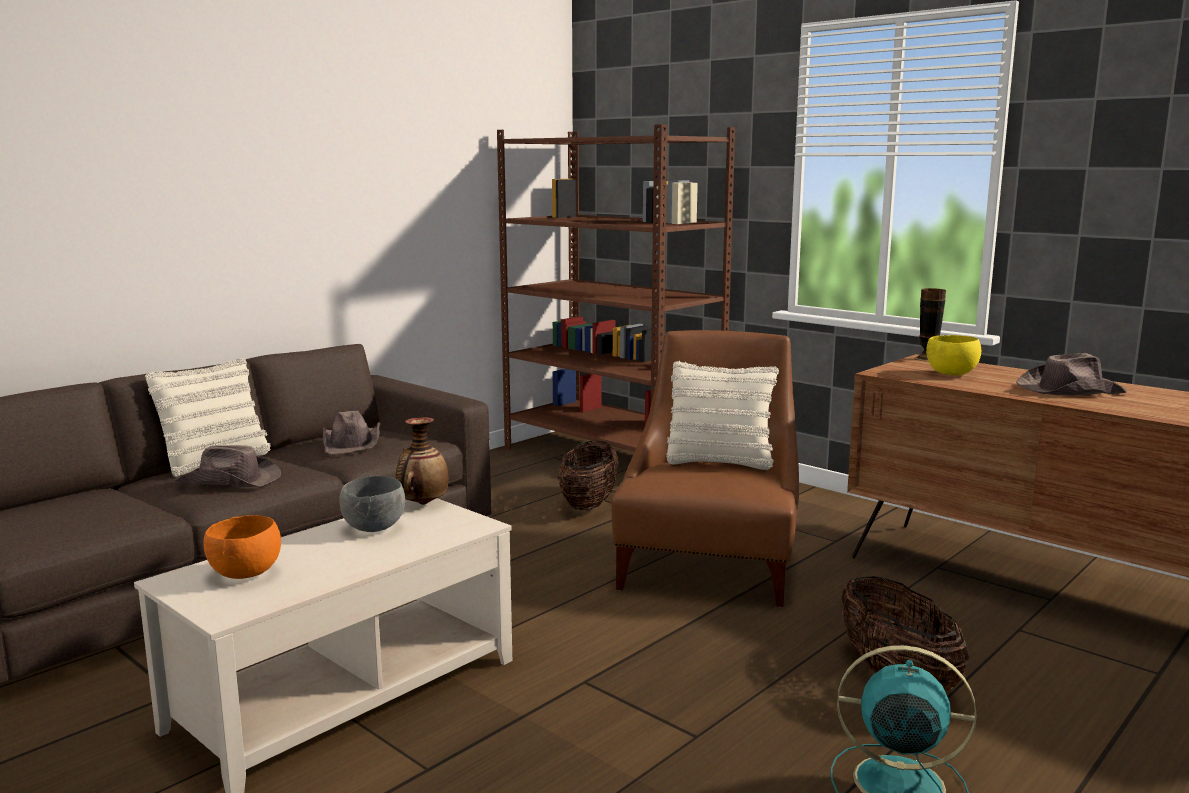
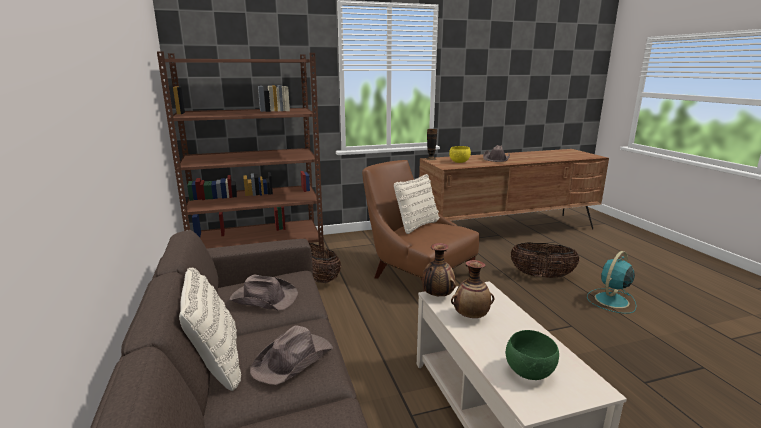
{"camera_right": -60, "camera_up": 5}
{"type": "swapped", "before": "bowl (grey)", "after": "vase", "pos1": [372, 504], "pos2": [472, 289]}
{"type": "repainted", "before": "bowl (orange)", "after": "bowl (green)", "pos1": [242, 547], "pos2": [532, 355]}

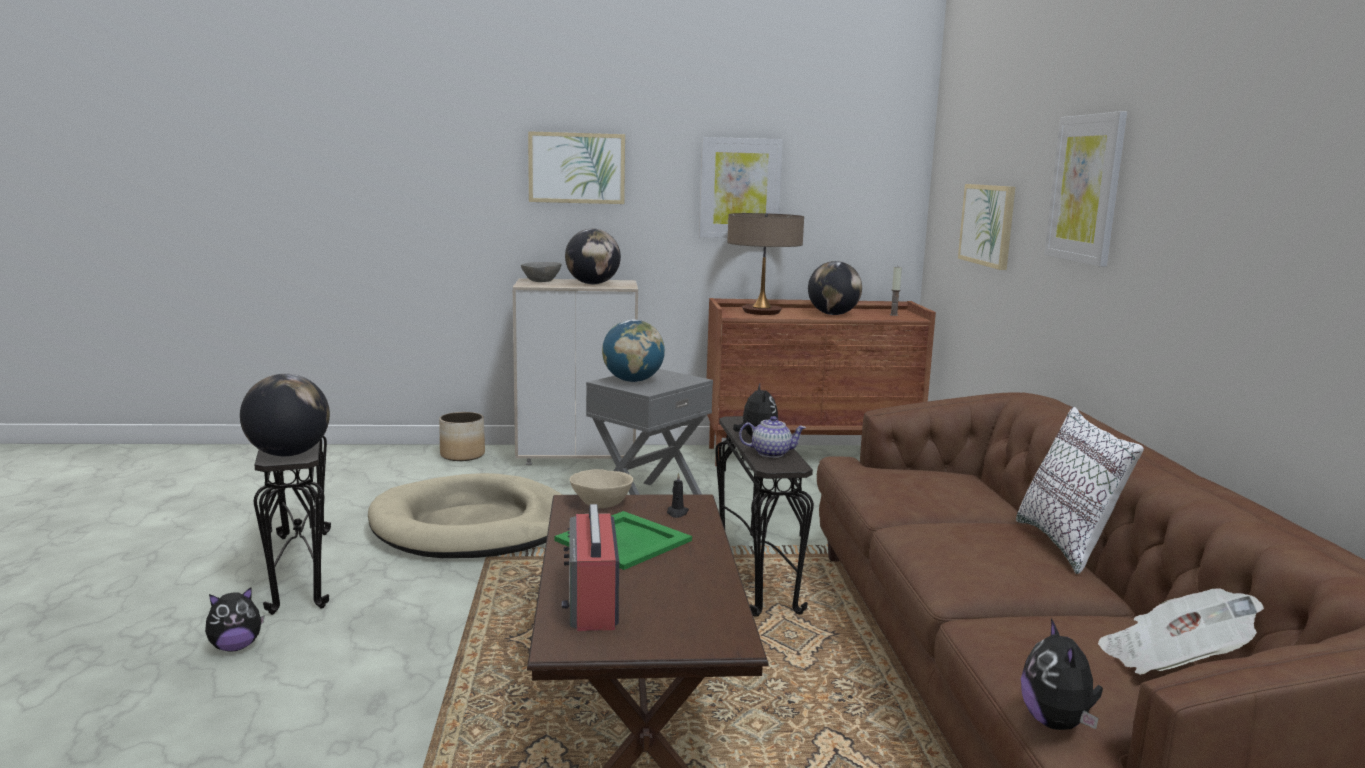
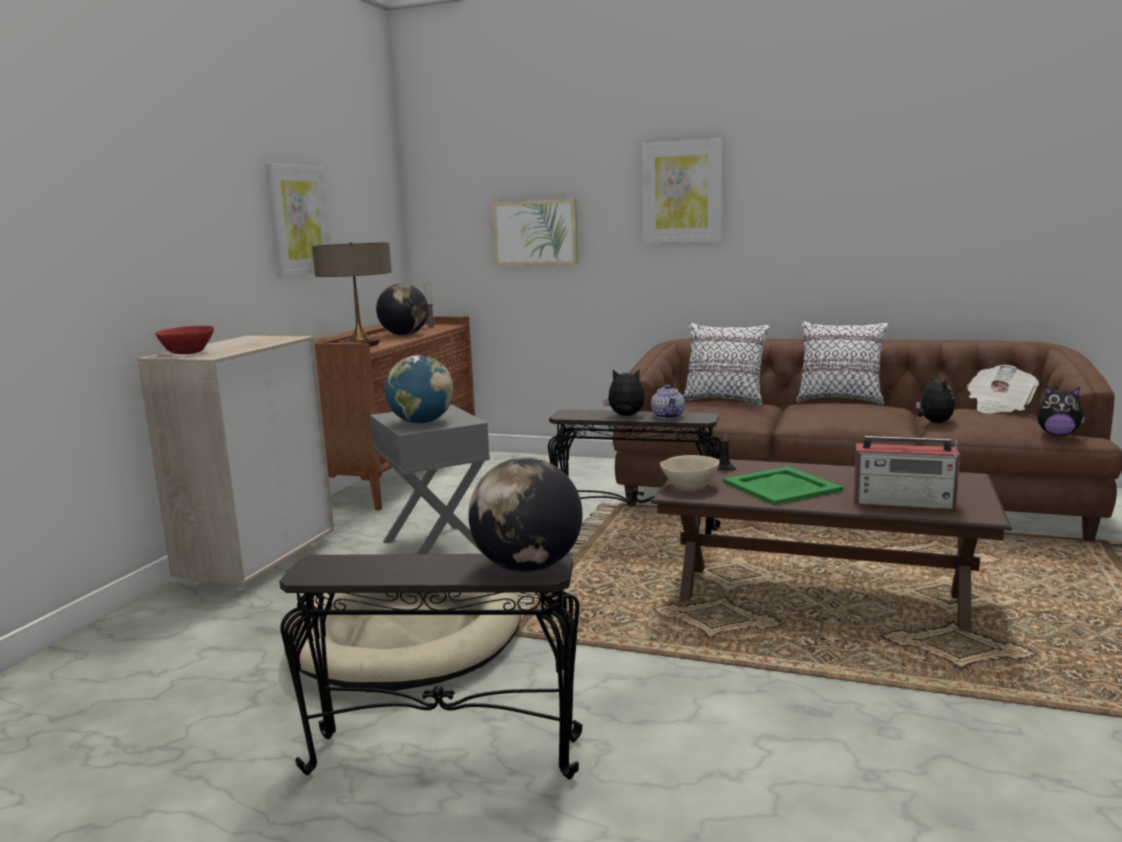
{"camera_right": -65, "camera_up": 0}
{"type": "repainted", "before": "bowl (grey)", "after": "bowl (red)", "pos1": [541, 272], "pos2": [184, 340]}
{"type": "rotated", "before": "teapot", "pos1": [772, 437], "pos2": [668, 402], "turn": 150}
{"type": "new", "after": "pillow (white)", "pos2": [726, 364]}
{"type": "shifted", "before": "plush toy", "pos1": [235, 619], "pos2": [935, 398]}
{"type": "gone", "before": "planter", "pos1": [462, 436]}
{"type": "gone", "before": "picture", "pos1": [576, 167]}
{"type": "gone", "before": "globe", "pos1": [593, 256]}

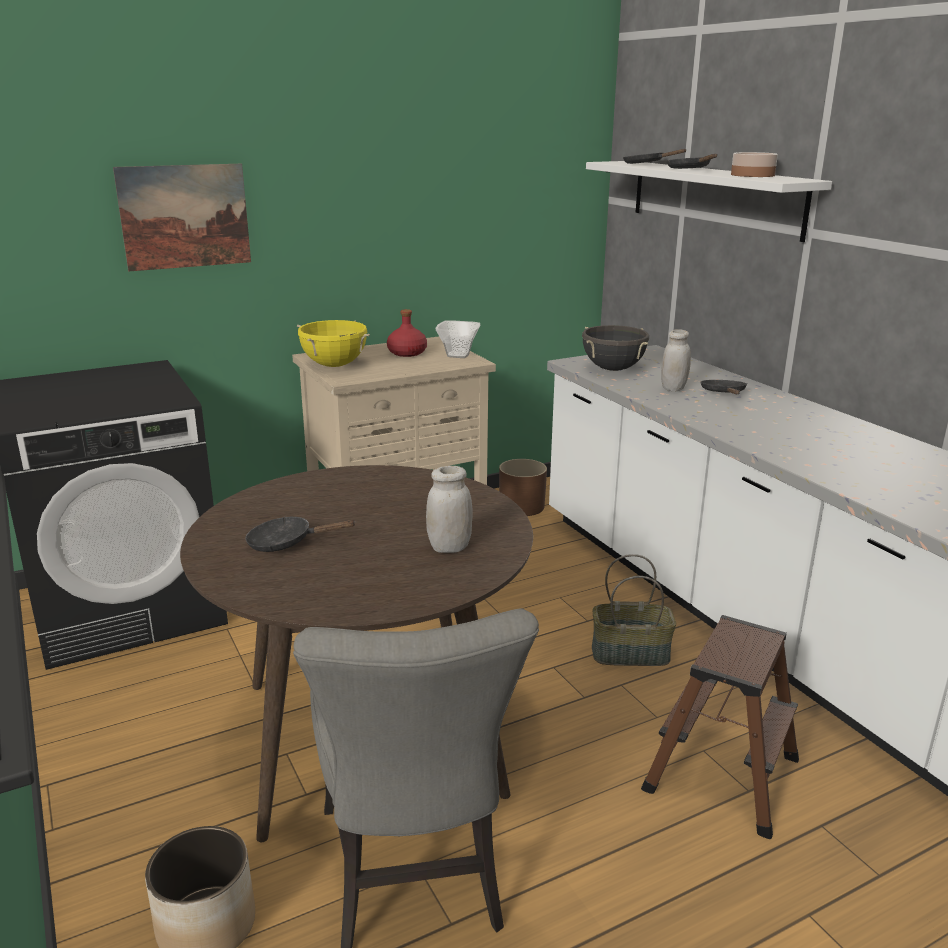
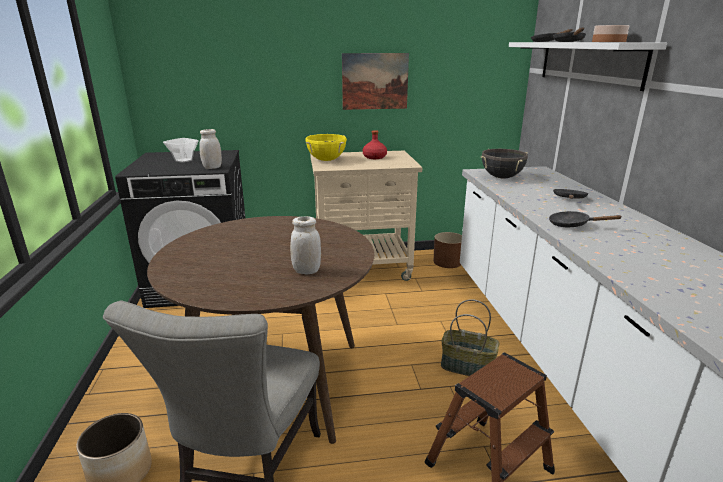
{"camera_right": 20, "camera_up": 0}
{"type": "shifted", "before": "bowl", "pos1": [458, 339], "pos2": [181, 150]}
{"type": "shifted", "before": "jar (white)", "pos1": [676, 360], "pos2": [210, 149]}
{"type": "shifted", "before": "picture", "pos1": [182, 217], "pos2": [375, 81]}
{"type": "shifted", "before": "frying pan (black)", "pos1": [300, 534], "pos2": [585, 219]}

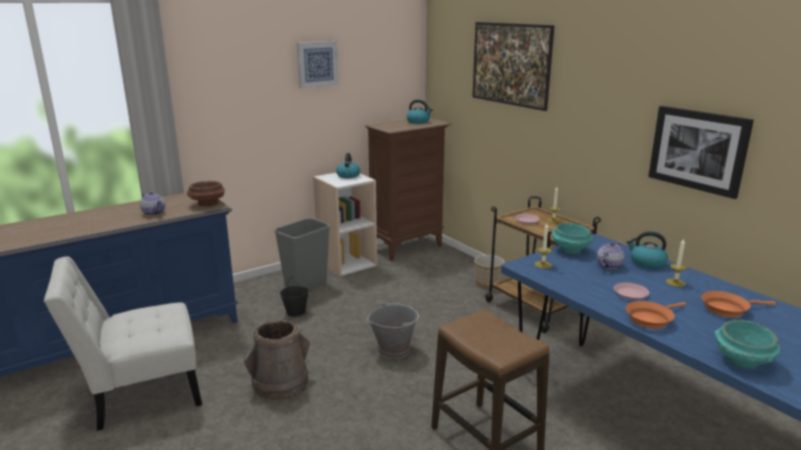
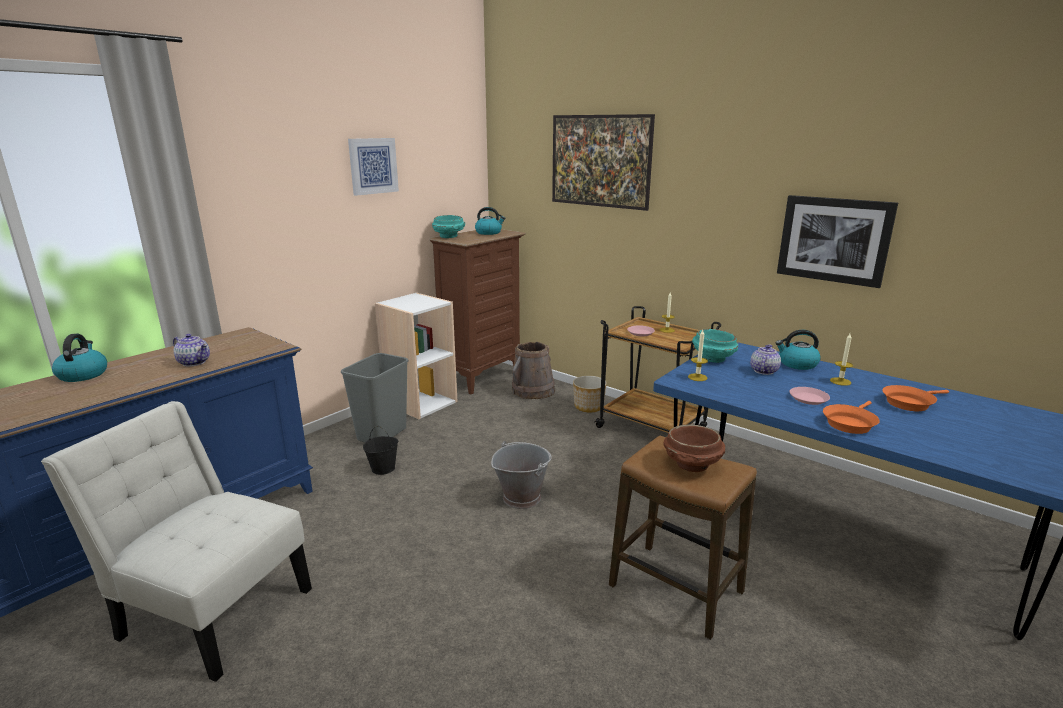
{"camera_right": -15, "camera_up": 0}
{"type": "rotated", "before": "chair (white)", "pos1": [123, 343], "pos2": [176, 541], "turn": 60}
{"type": "shifted", "before": "kettle", "pos1": [348, 165], "pos2": [79, 358]}
{"type": "shifted", "before": "bowl (turquoise)", "pos1": [747, 344], "pos2": [448, 226]}
{"type": "shifted", "before": "bucket (brown)", "pos1": [277, 360], "pos2": [533, 370]}
{"type": "shifted", "before": "bowl (brown)", "pos1": [206, 193], "pos2": [694, 448]}

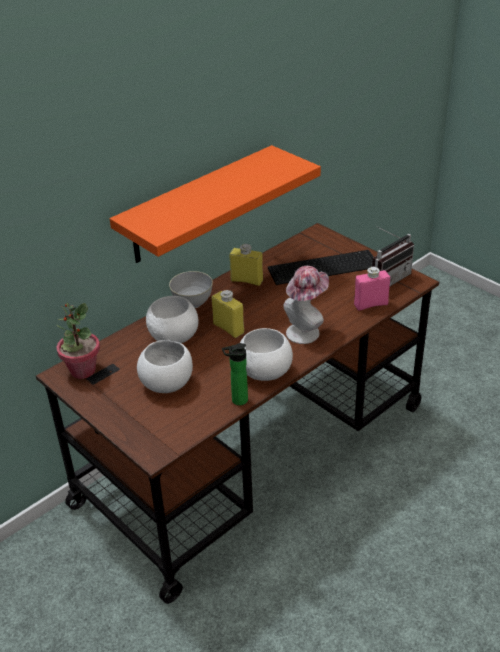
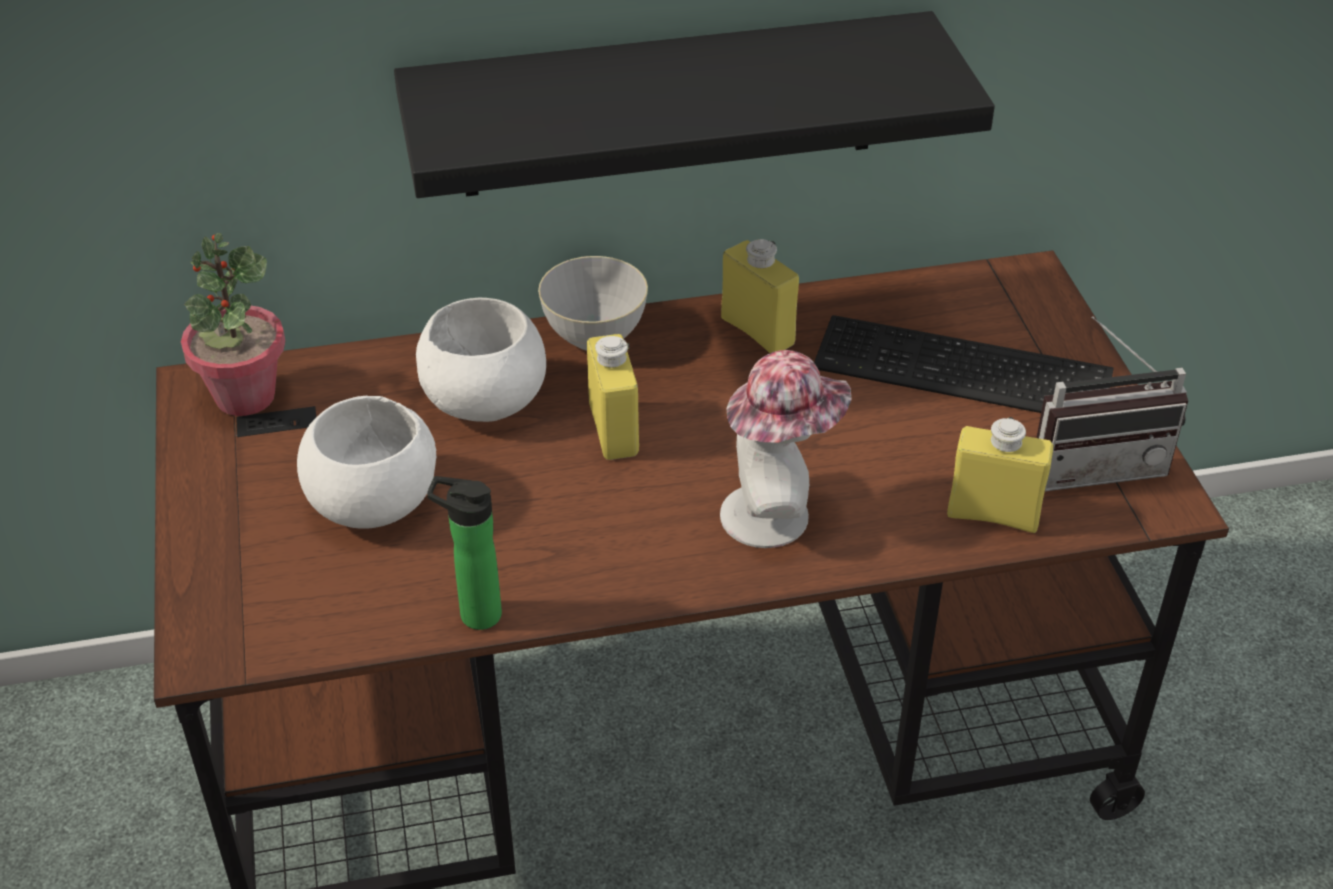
{"camera_right": 30, "camera_up": 5}
{"type": "repainted", "before": "shelf (orange)", "after": "shelf (black)", "pos1": [215, 204], "pos2": [694, 104]}
{"type": "repainted", "before": "bottle (pink)", "after": "bottle (yellow)", "pos1": [372, 289], "pos2": [1000, 475]}
{"type": "gone", "before": "bowl (white)", "pos1": [266, 354]}

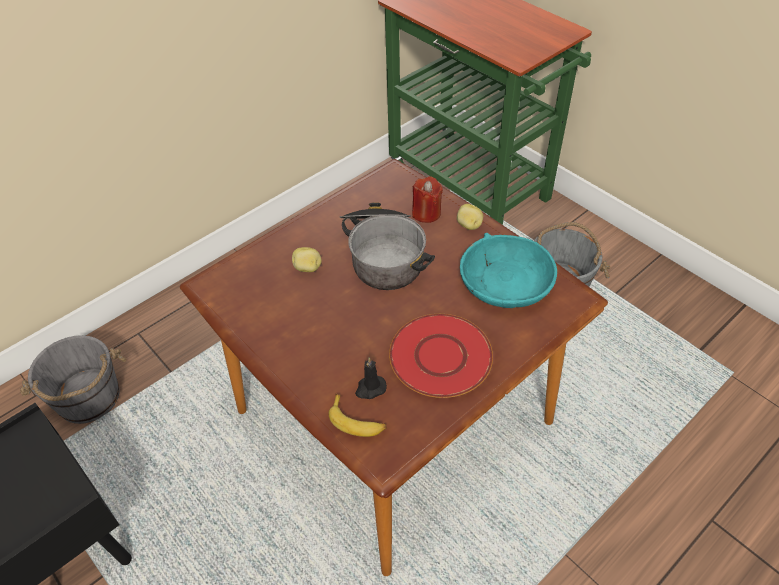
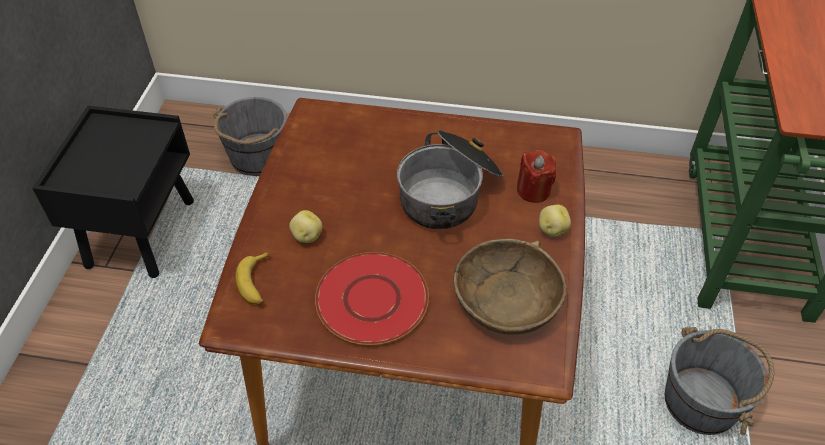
{"camera_right": 50, "camera_up": 0}
{"type": "shifted", "before": "potato", "pos1": [307, 259], "pos2": [305, 226]}
{"type": "repainted", "before": "bowl (turquoise)", "after": "bowl (brown)", "pos1": [508, 270], "pos2": [510, 287]}
{"type": "gone", "before": "candle (black)", "pos1": [371, 378]}

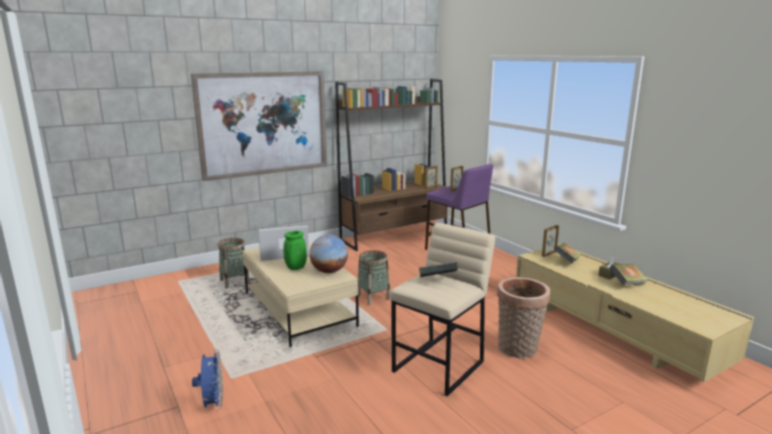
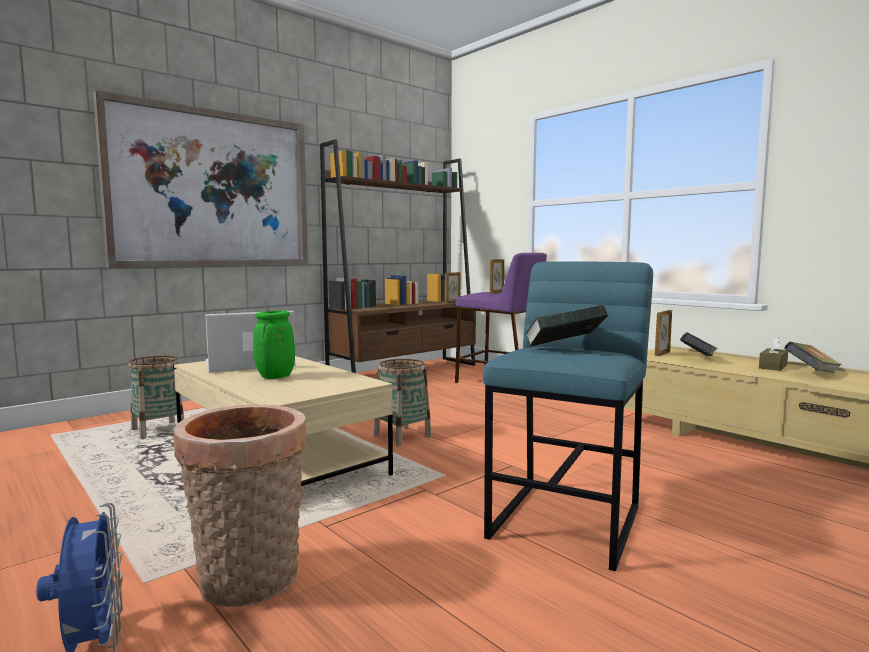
{"camera_right": -10, "camera_up": -10}
{"type": "shifted", "before": "basket", "pos1": [523, 317], "pos2": [240, 506]}
{"type": "repainted", "before": "stool (beige)", "after": "stool (blue)", "pos1": [442, 310], "pos2": [568, 416]}
{"type": "gone", "before": "globe", "pos1": [328, 254]}

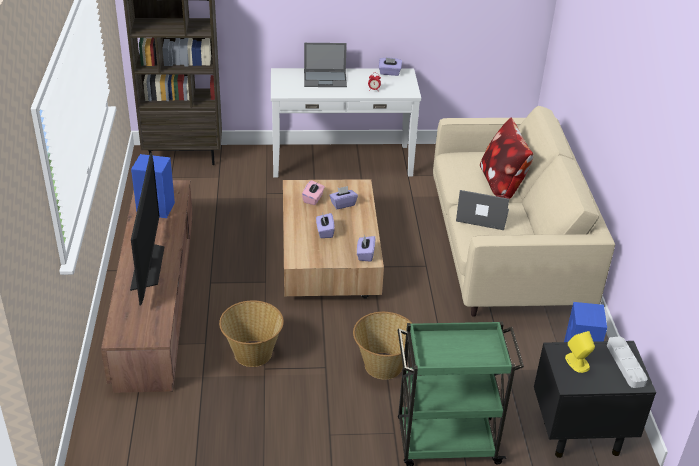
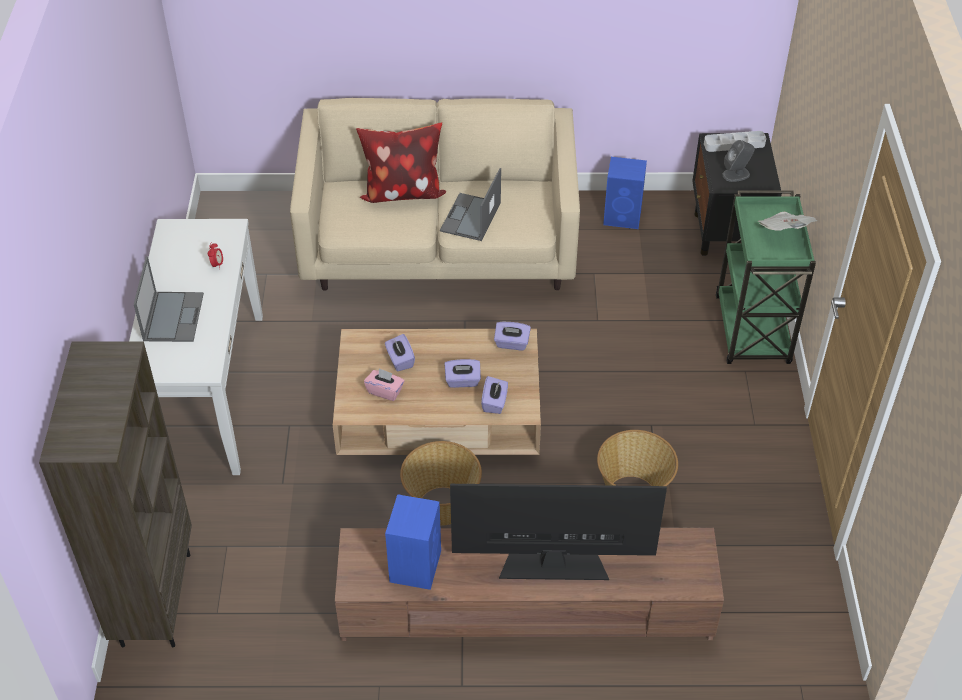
{"camera_right": -85, "camera_up": 10}
{"type": "shifted", "before": "basket", "pos1": [383, 346], "pos2": [441, 483]}
{"type": "shifted", "before": "tissue box (purple)", "pos1": [390, 67], "pos2": [494, 395]}
{"type": "repainted", "before": "speaker (yellow)", "after": "speaker (grey)", "pos1": [580, 352], "pos2": [738, 161]}
{"type": "new", "after": "newspaper", "pos2": [787, 221]}

